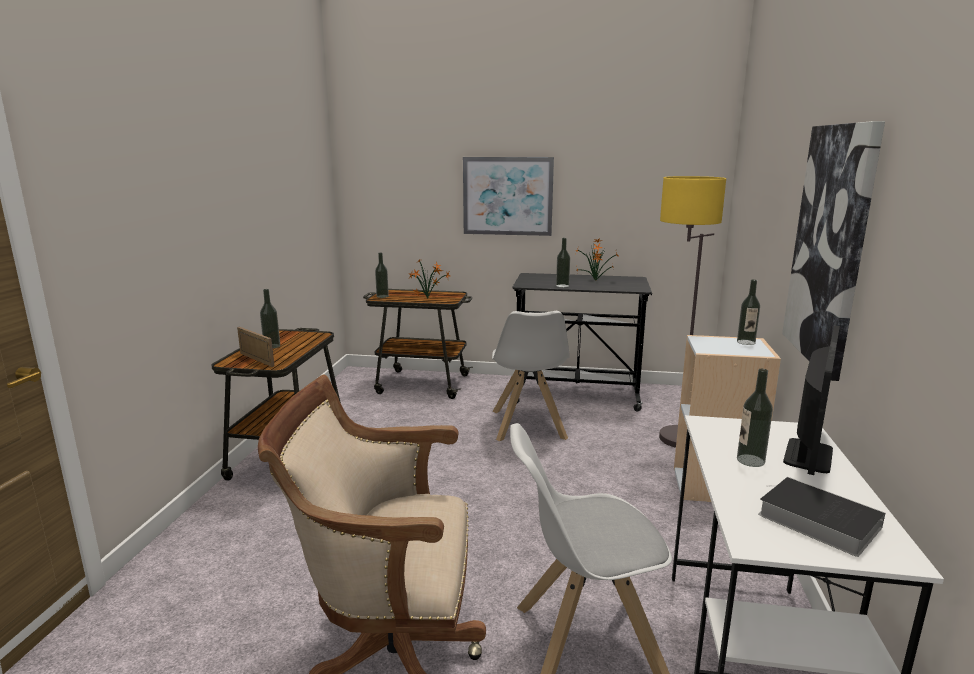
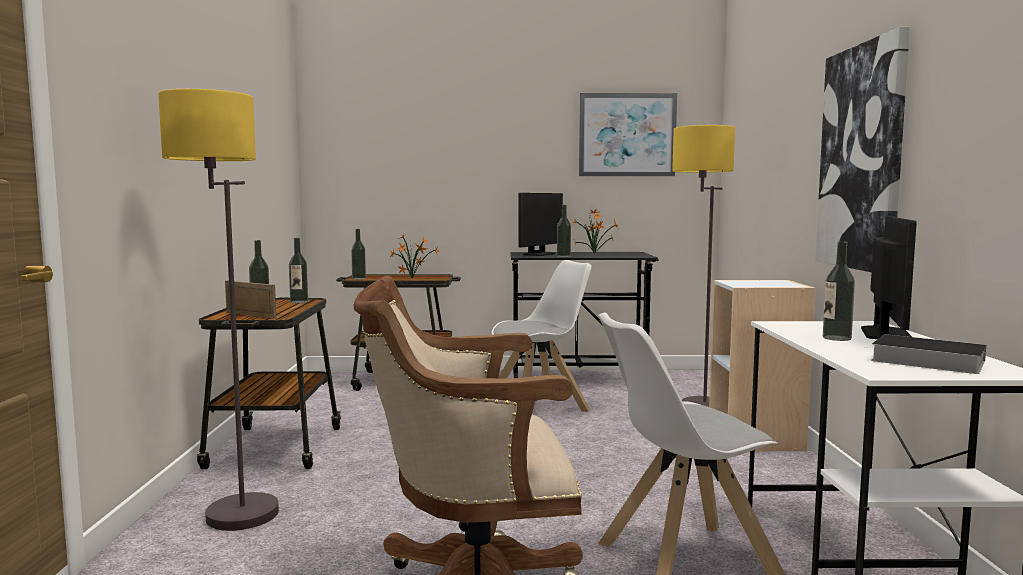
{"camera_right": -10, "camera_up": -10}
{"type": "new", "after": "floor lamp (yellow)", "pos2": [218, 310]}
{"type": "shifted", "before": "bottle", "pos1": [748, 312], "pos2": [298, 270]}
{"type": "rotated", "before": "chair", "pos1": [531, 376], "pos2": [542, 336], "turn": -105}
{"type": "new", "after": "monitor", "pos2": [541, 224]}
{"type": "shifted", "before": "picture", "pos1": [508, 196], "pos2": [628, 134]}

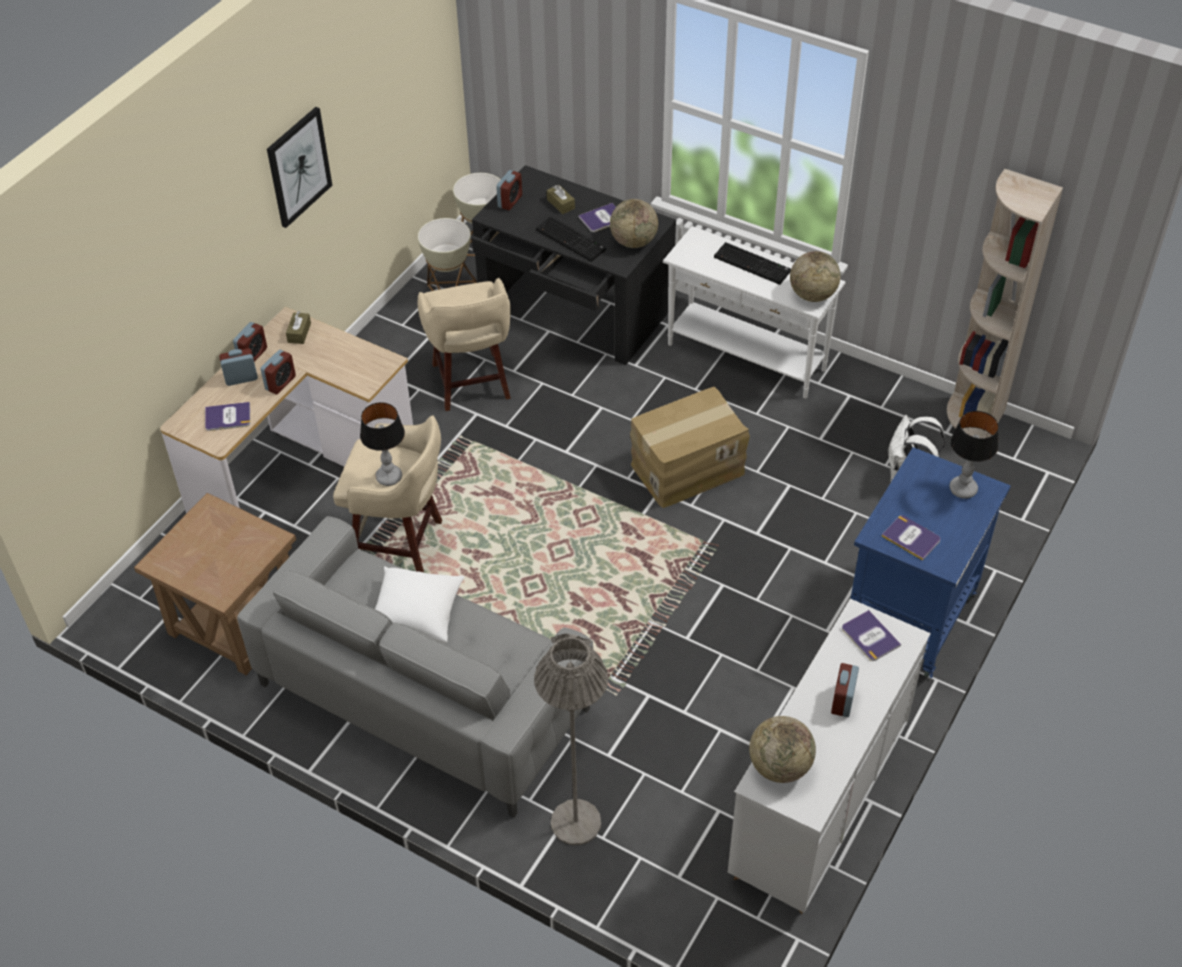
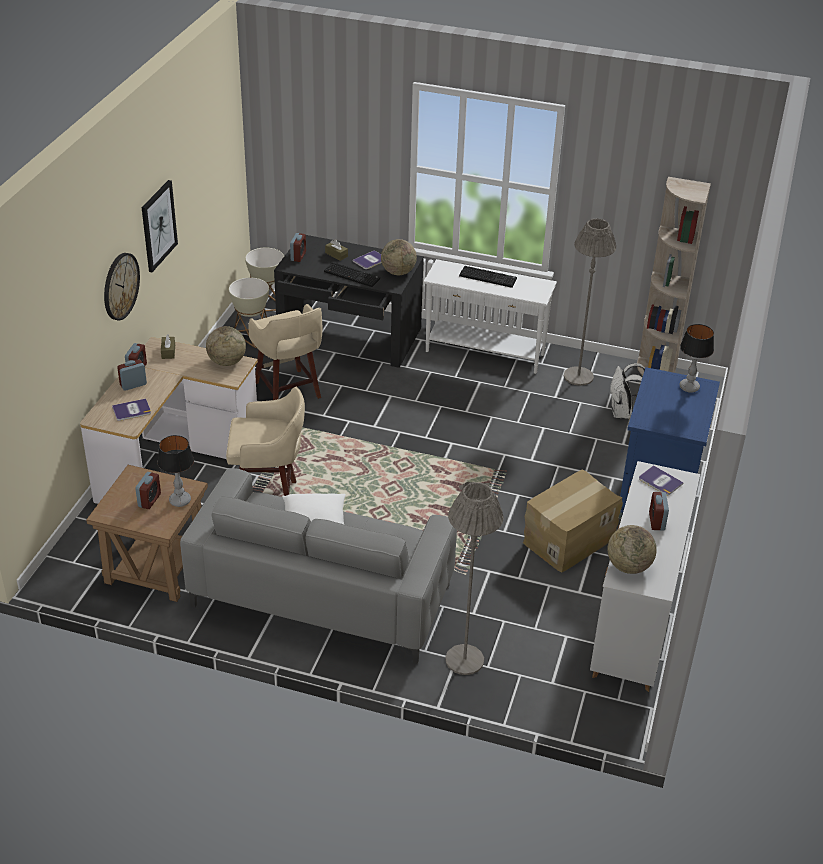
{"camera_right": -15, "camera_up": -10}
{"type": "new", "after": "wall clock", "pos2": [122, 286]}
{"type": "shifted", "before": "alarm clock", "pos1": [278, 372], "pos2": [148, 490]}
{"type": "shifted", "before": "table lamp", "pos1": [382, 444], "pos2": [175, 471]}
{"type": "shifted", "before": "globe", "pos1": [815, 276], "pos2": [226, 346]}
{"type": "shifted", "before": "cardboard box", "pos1": [690, 447], "pos2": [573, 521]}
{"type": "new", "after": "floor lamp (grey)", "pos2": [590, 302]}
{"type": "gone", "before": "book", "pos1": [911, 538]}

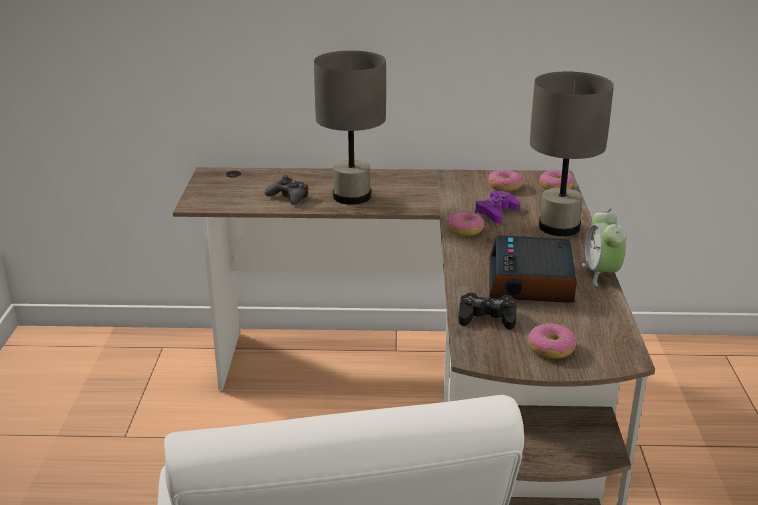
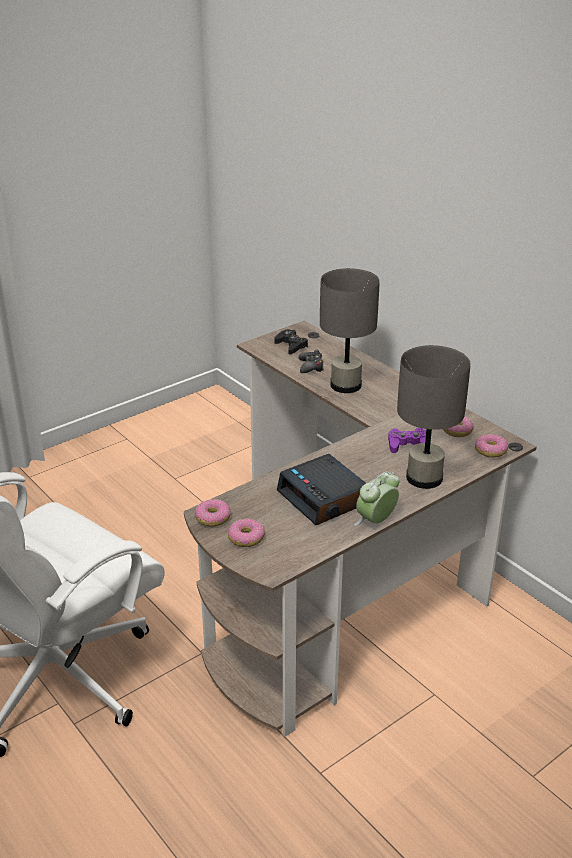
{"camera_right": 50, "camera_up": 5}
{"type": "shifted", "before": "donut", "pos1": [465, 223], "pos2": [212, 513]}
{"type": "shifted", "before": "game controller (black)", "pos1": [487, 311], "pos2": [291, 341]}
{"type": "rotated", "before": "alarm clock", "pos1": [533, 269], "pos2": [321, 489], "turn": -90}

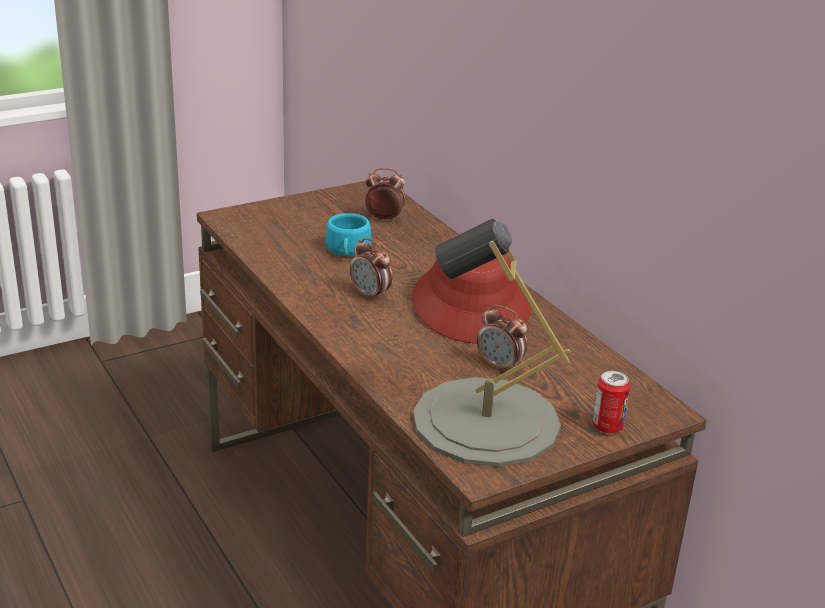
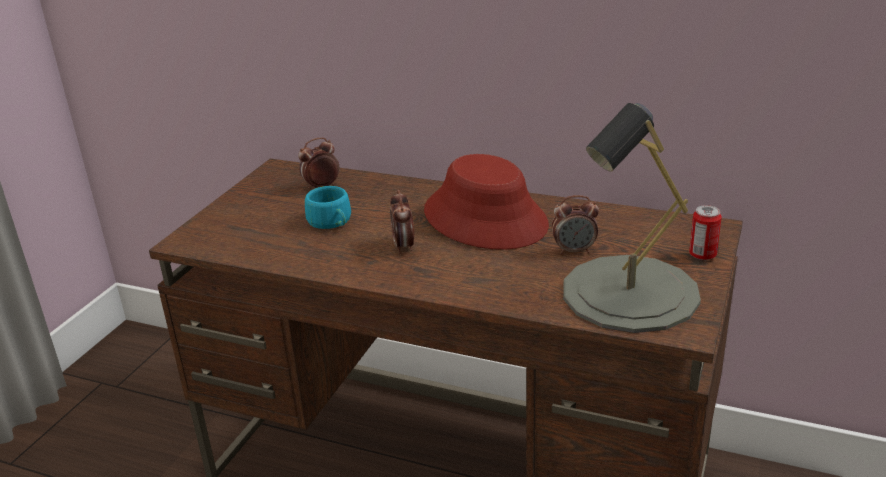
{"camera_right": -35, "camera_up": 0}
{"type": "rotated", "before": "alarm clock", "pos1": [371, 270], "pos2": [402, 222], "turn": 75}

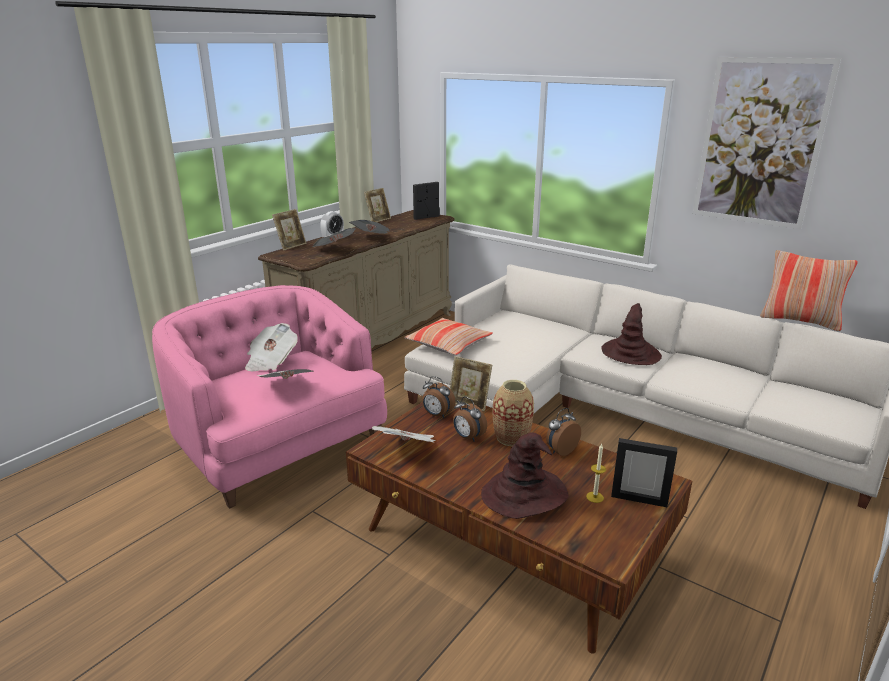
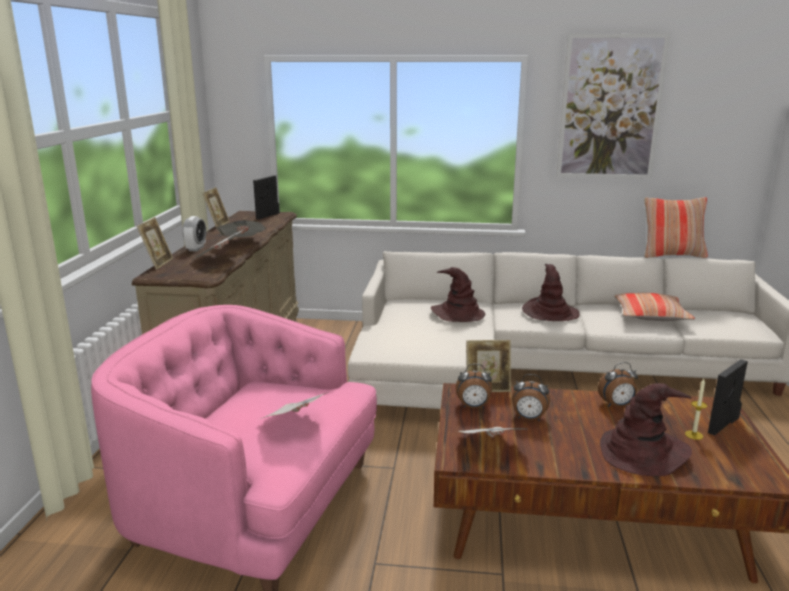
{"camera_right": -30, "camera_up": -5}
{"type": "new", "after": "hat (brown)", "pos2": [458, 294]}
{"type": "rotated", "before": "alarm clock", "pos1": [563, 432], "pos2": [618, 384], "turn": -120}
{"type": "shifted", "before": "pillow", "pos1": [448, 337], "pos2": [655, 307]}
{"type": "rotated", "before": "picture frame", "pos1": [644, 472], "pos2": [728, 397], "turn": 150}
{"type": "gone", "before": "newspaper", "pos1": [271, 347]}
{"type": "gone", "before": "vase", "pos1": [513, 413]}

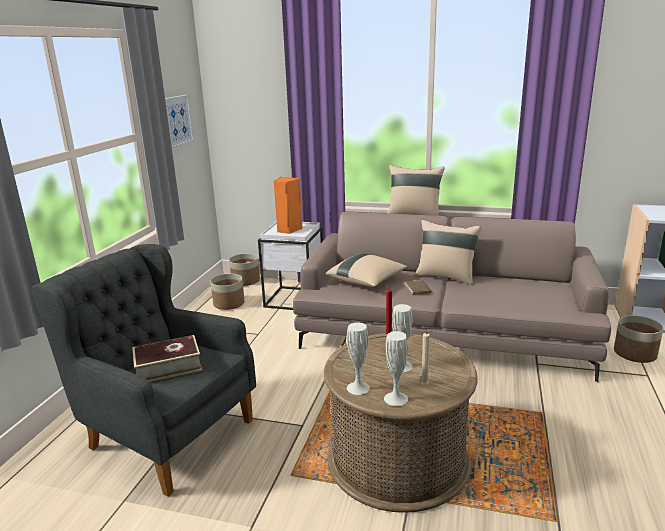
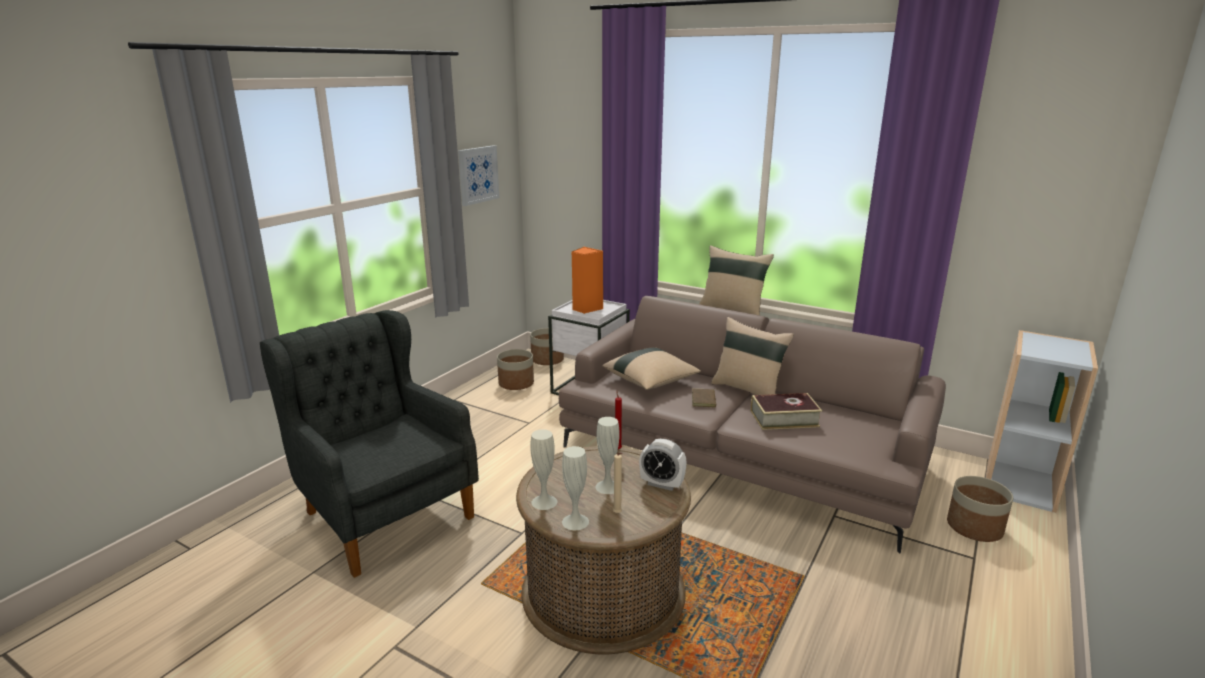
{"camera_right": 15, "camera_up": 0}
{"type": "new", "after": "alarm clock", "pos2": [663, 465]}
{"type": "shifted", "before": "book", "pos1": [167, 358], "pos2": [786, 411]}

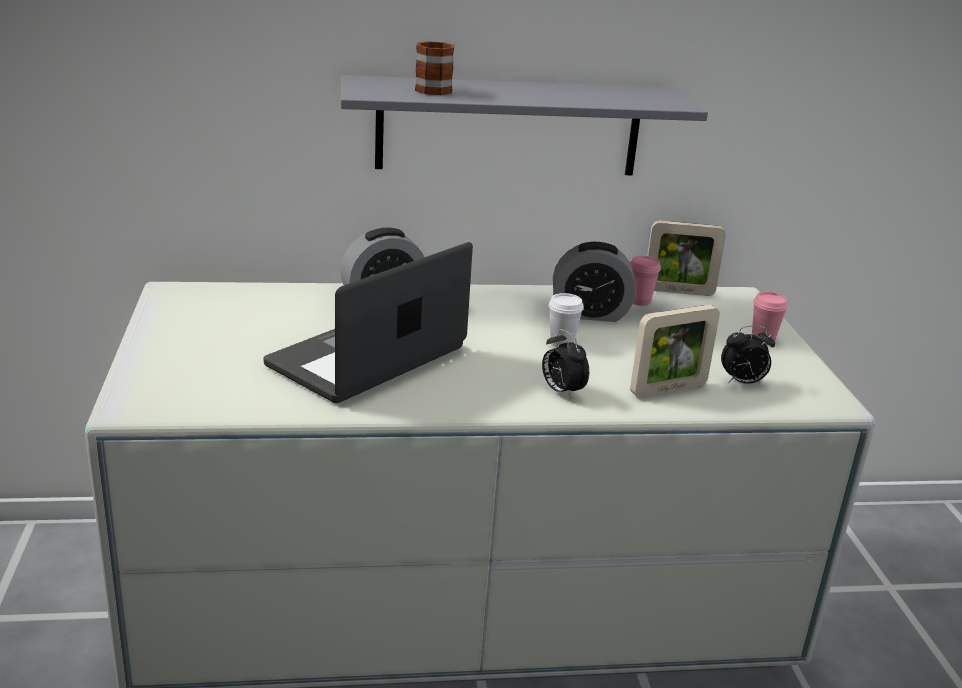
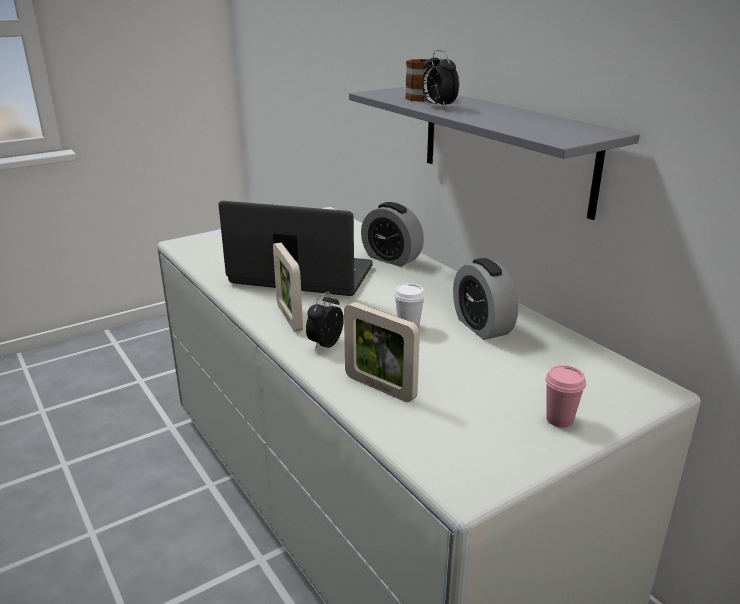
{"camera_right": 65, "camera_up": 0}
{"type": "shifted", "before": "picture frame", "pos1": [686, 258], "pos2": [288, 287]}
{"type": "shifted", "before": "alarm clock", "pos1": [748, 354], "pos2": [440, 79]}
{"type": "gone", "before": "cup (pink)", "pos1": [645, 281]}

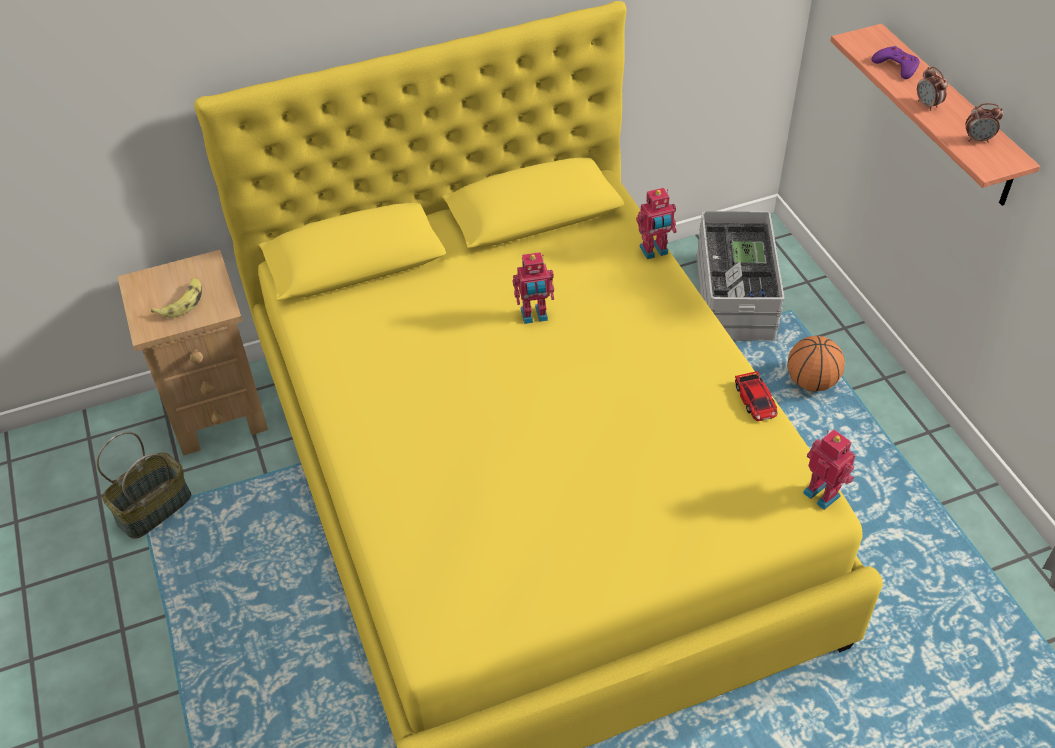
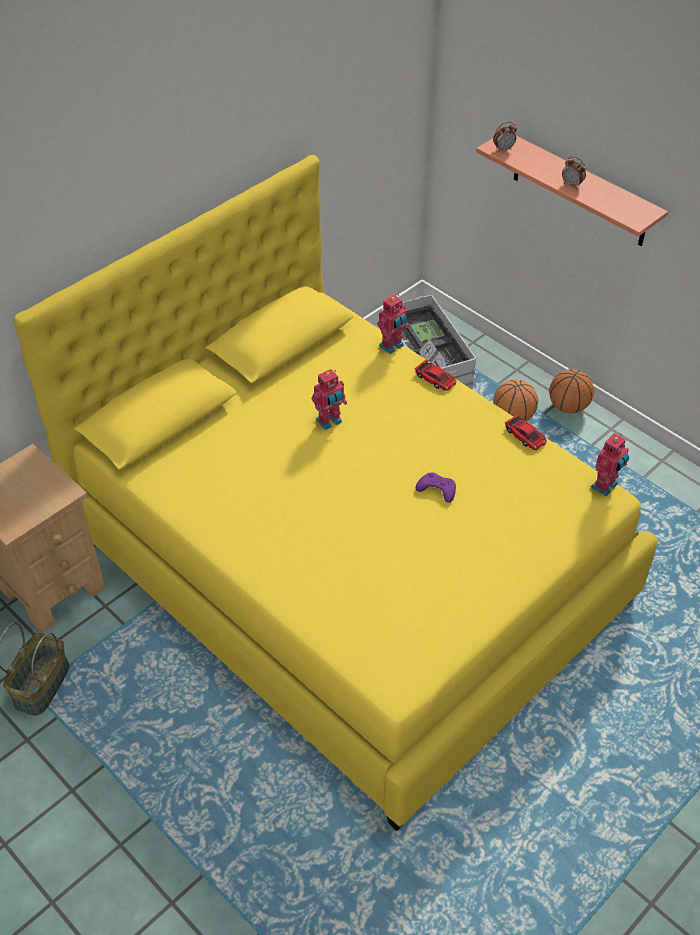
{"camera_right": -25, "camera_up": 0}
{"type": "new", "after": "toy car", "pos2": [435, 375]}
{"type": "shifted", "before": "game controller (purple)", "pos1": [896, 62], "pos2": [436, 487]}
{"type": "shifted", "before": "alarm clock", "pos1": [984, 123], "pos2": [505, 137]}
{"type": "new", "after": "basketball", "pos2": [571, 391]}
{"type": "rotated", "before": "toy robot", "pos1": [829, 469], "pos2": [610, 464], "turn": 105}
{"type": "gone", "before": "banana", "pos1": [176, 298]}

